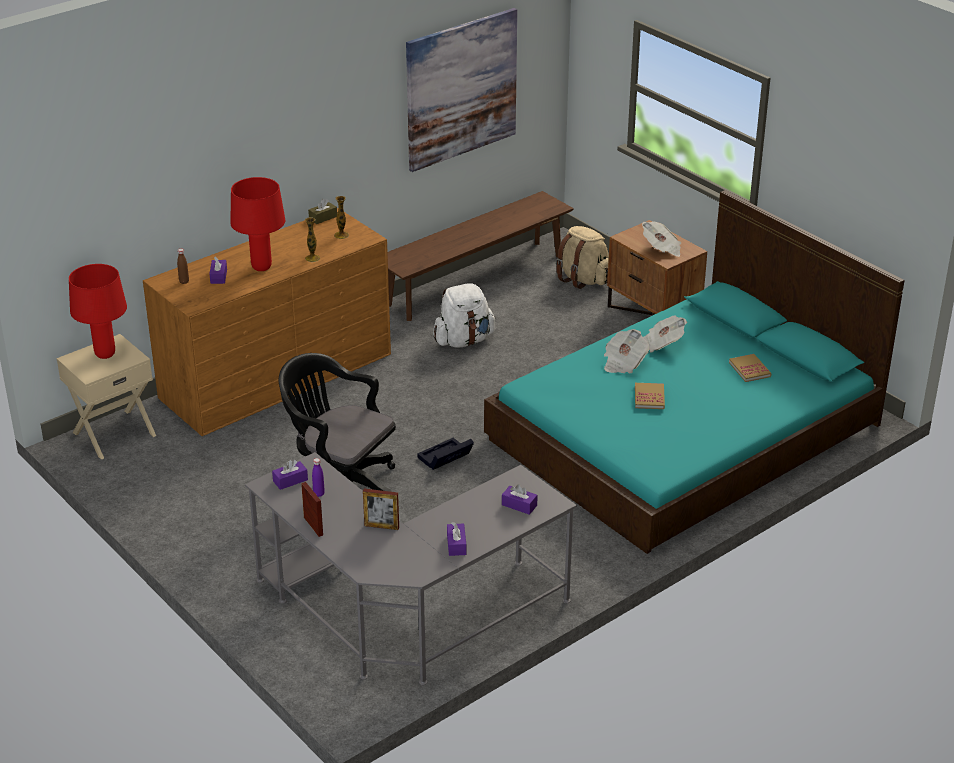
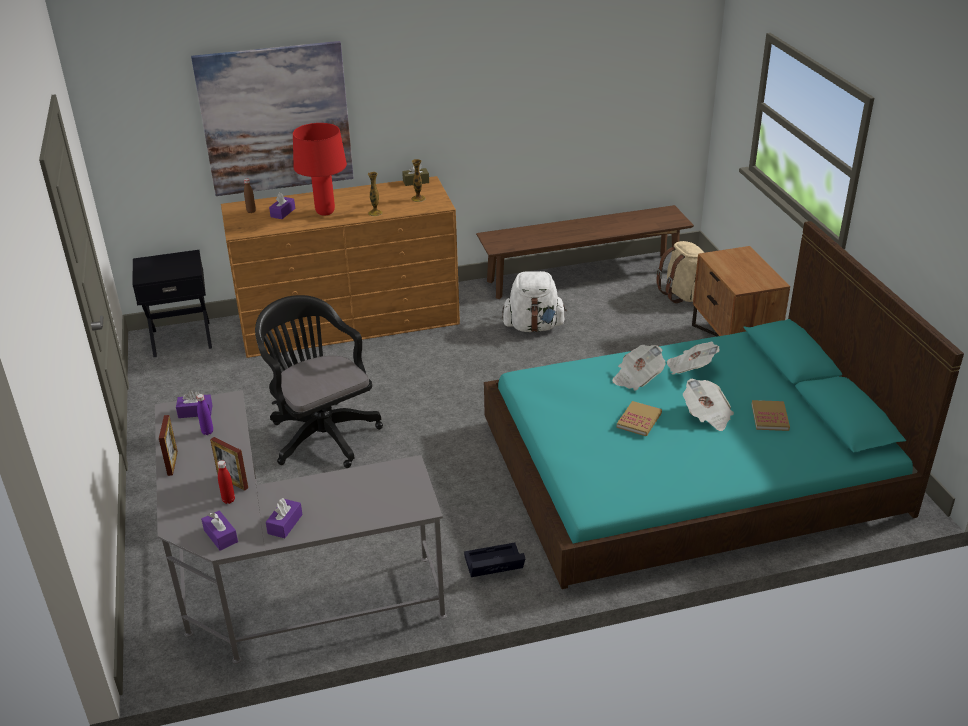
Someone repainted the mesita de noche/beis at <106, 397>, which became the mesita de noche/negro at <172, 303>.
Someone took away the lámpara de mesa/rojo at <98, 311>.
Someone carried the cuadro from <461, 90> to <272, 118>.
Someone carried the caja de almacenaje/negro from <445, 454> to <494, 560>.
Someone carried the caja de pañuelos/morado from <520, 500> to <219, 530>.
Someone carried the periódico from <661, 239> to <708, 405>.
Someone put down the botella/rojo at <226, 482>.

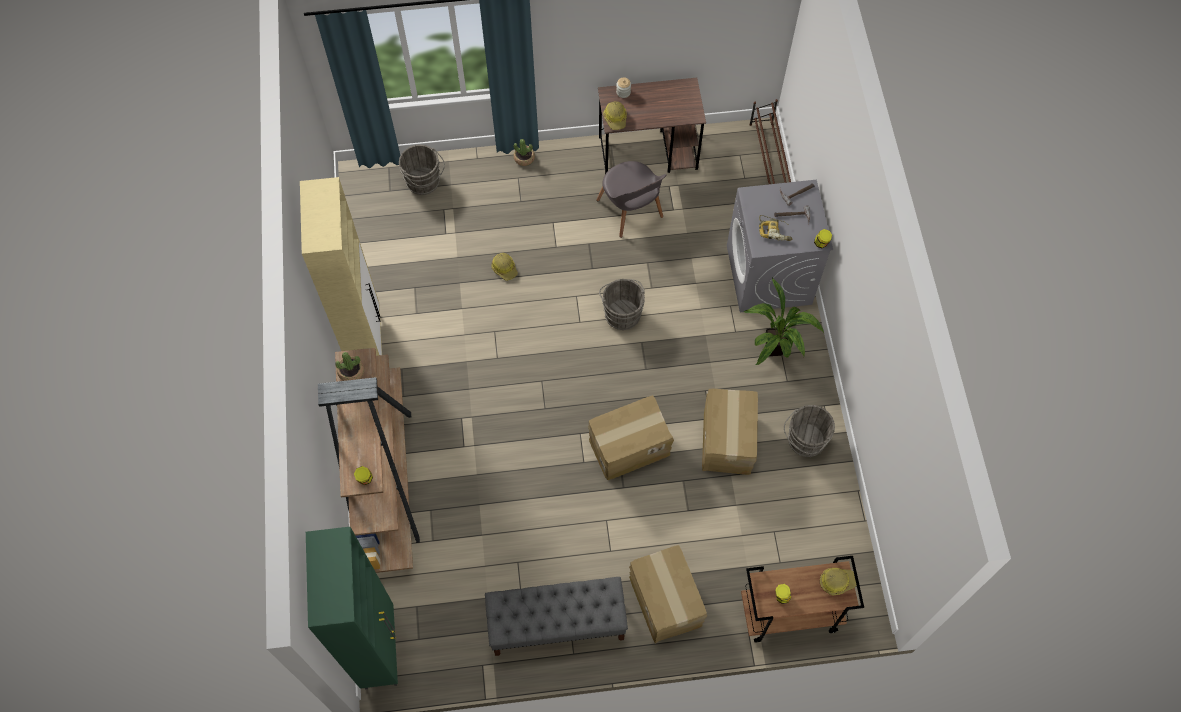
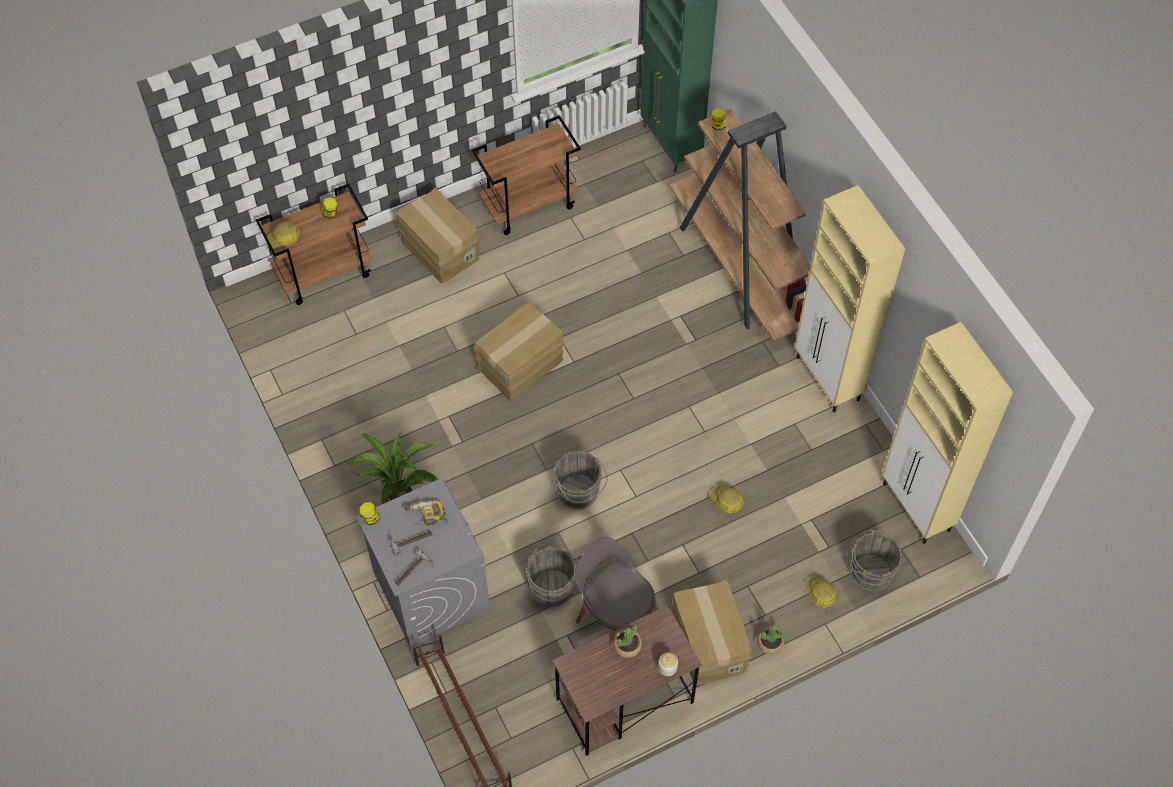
Someone carried the planta en maceta from <349, 366> to <627, 641>.
Someone swapped the banco/gris at <556, 616> for the carrito/marrón at <526, 175>.
Someone carried the casco from <615, 115> to <821, 591>.
Someone carried the caja de cartón from <730, 432> to <712, 632>.
Someone carried the cubo/gris from <809, 431> to <552, 576>.
Someone put down the armario/beis at <947, 433>.

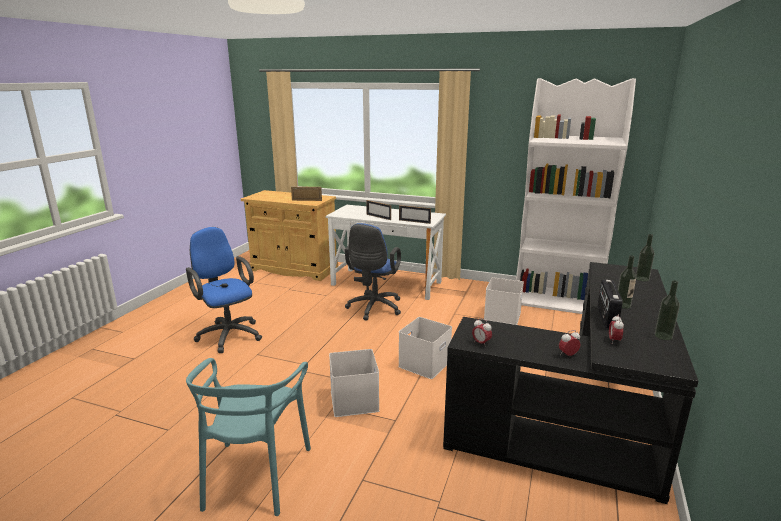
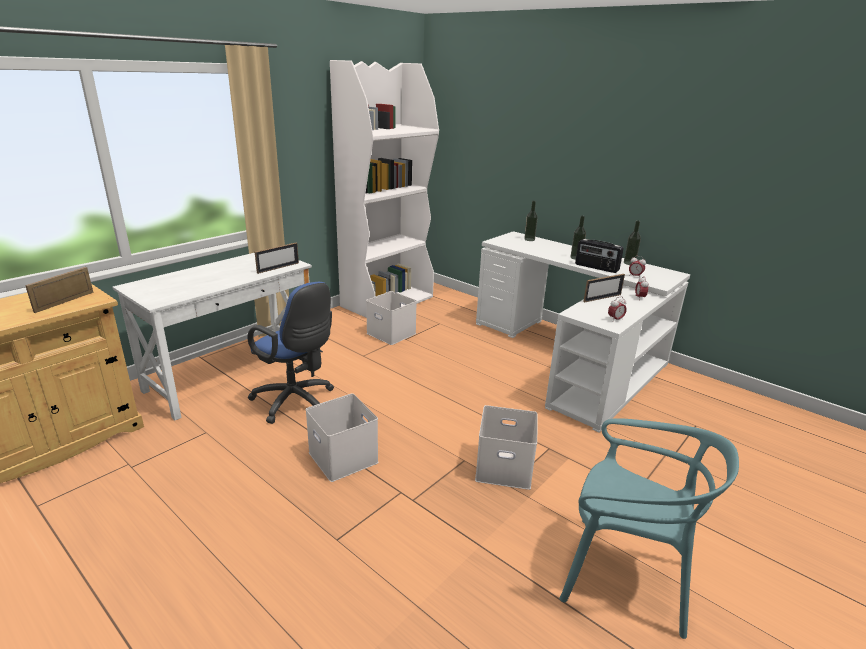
Someone took away the silla de oficina/azul at <224, 290>.
Someone carried the portarretratos from <378, 210> to <604, 288>.
Someone carried the caja de almacenaje/blanco from <425, 348> to <342, 438>.
Someone repainted the escritorio/negro at <571, 383>, which became the escritorio/blanco at <583, 331>.

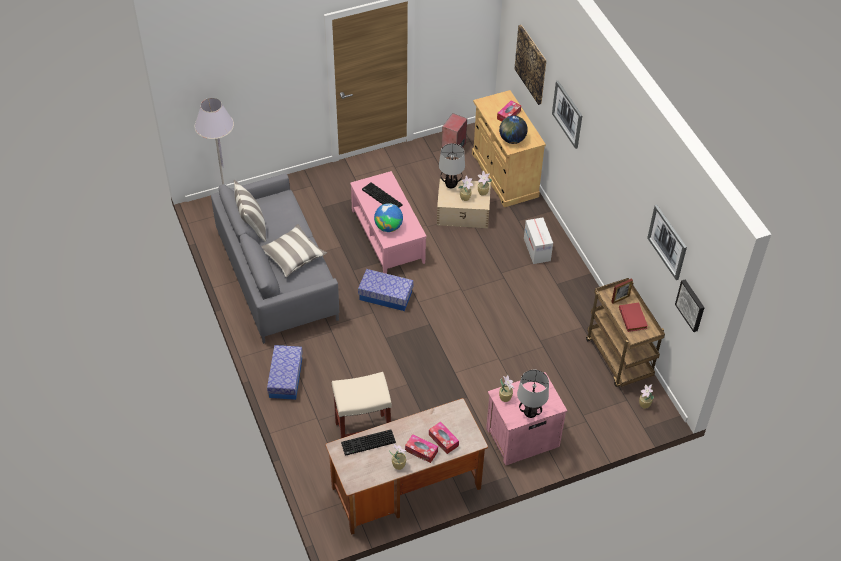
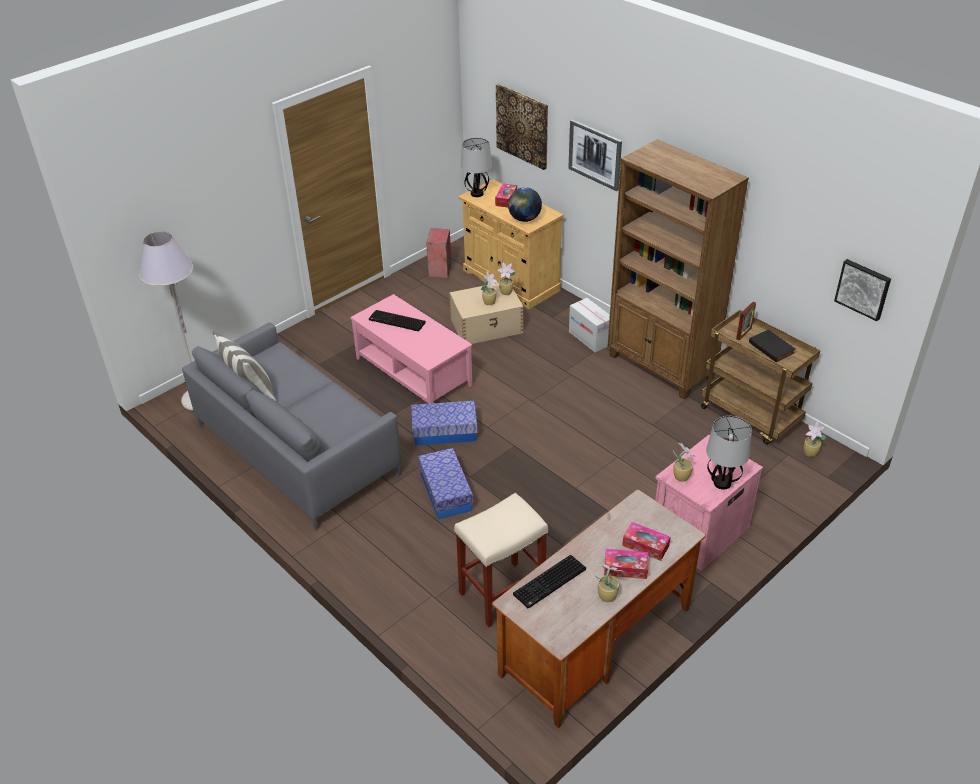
Someone took away the cojín at <294, 250>.
Someone carried the caja de almacenaje from <285, 372> to <445, 484>.
Someone took away the globo terráqueo at <388, 217>.
Someone carried the lámpara de mesa from <452, 165> to <476, 167>.
Someone repainted the libro/rojo at <633, 317>, which became the libro/negro at <772, 345>.
Someone took away the cuadro at <667, 242>.
Someone put down the estantería/marrón at <678, 269>.

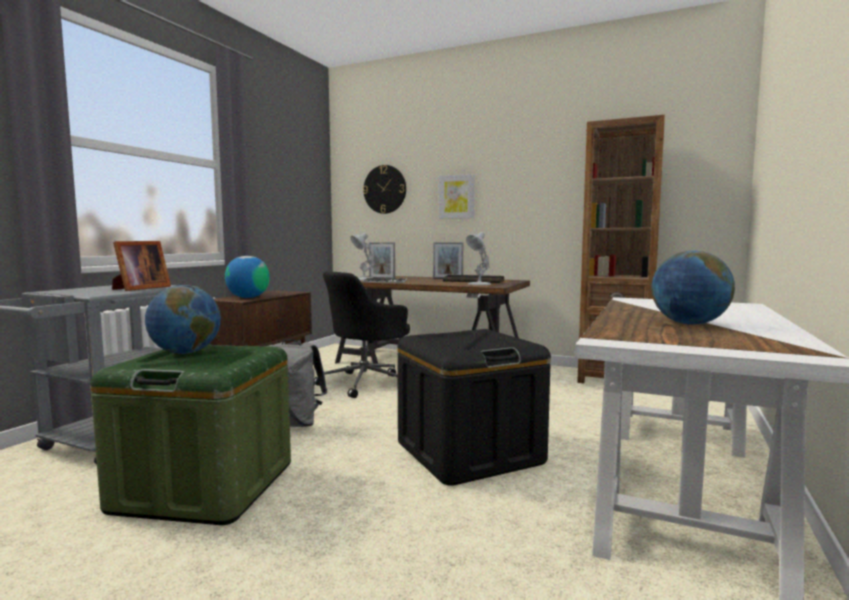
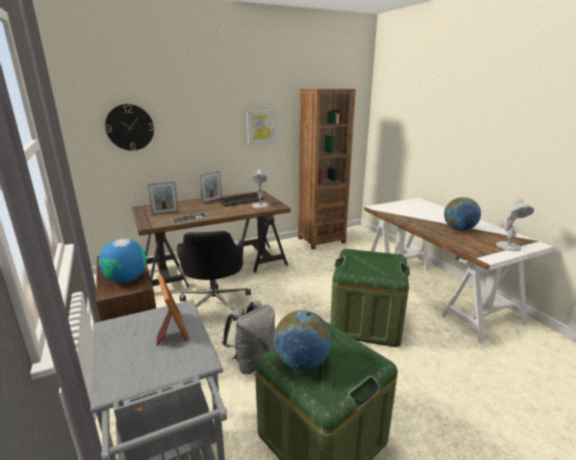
Someone carried the lámpara de mesa/blanco from <362, 256> to <515, 225>.
Someone repainted the caja de almacenaje/negro at <474, 407>, which became the caja de almacenaje/verde at <370, 298>.
Someone carried the cuadro from <457, 196> to <261, 127>.

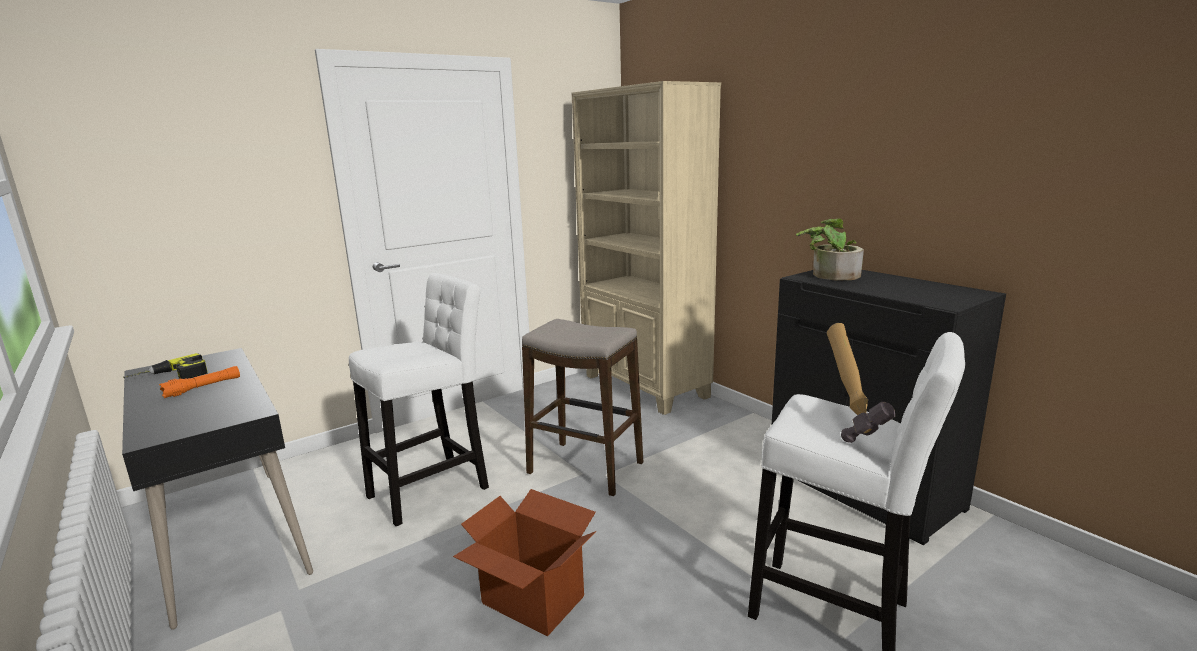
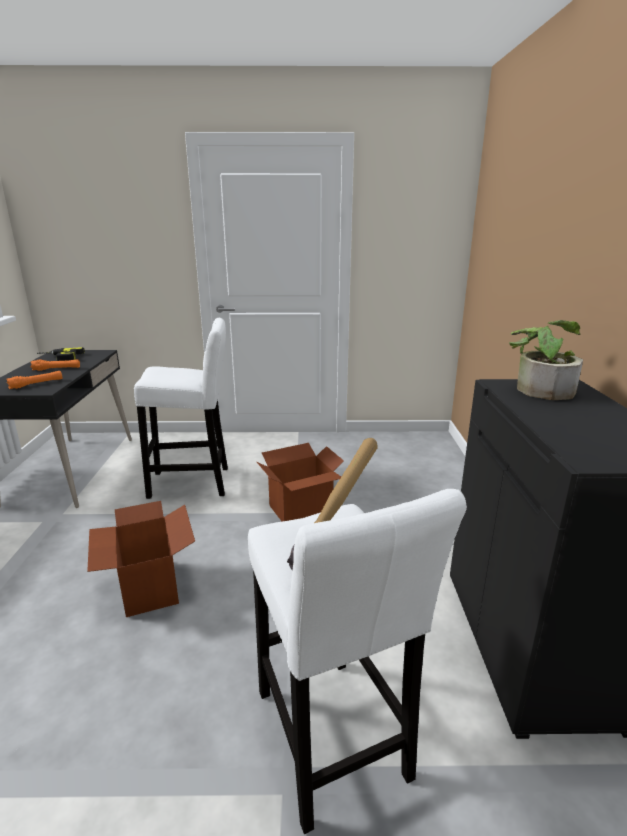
Someone swapped the taburete at <582, 407> for the caja de cartón at <300, 482>.
Someone took away the estantería/beis at <646, 248>.
Someone put down the linterna/naranja at <34, 380>.

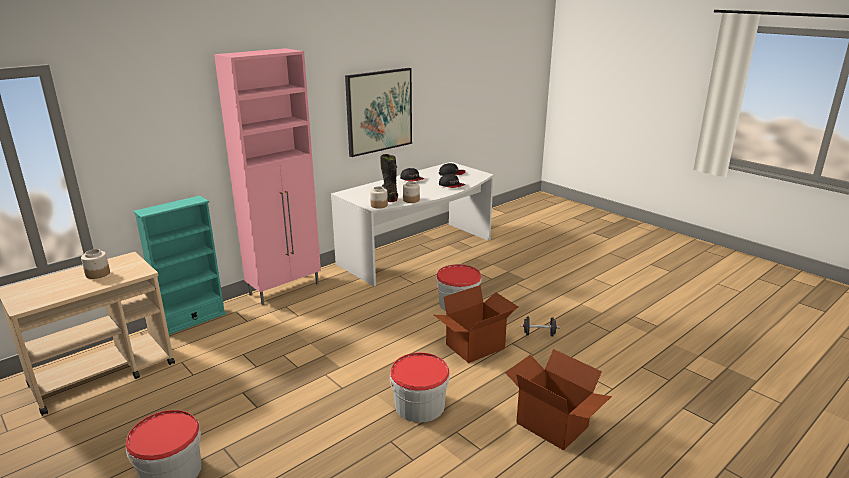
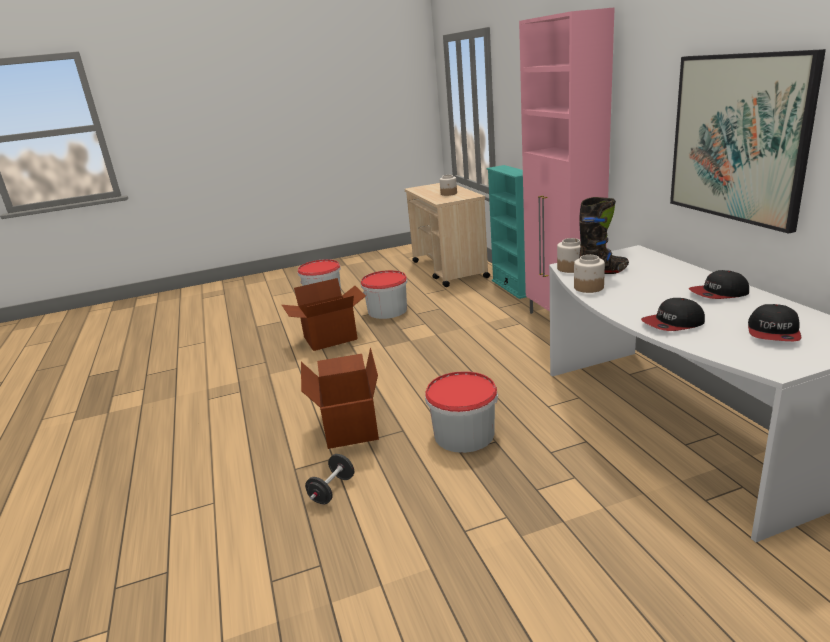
Someone carried the cubo from <420, 387> to <384, 294>.
Someone carried the caja de cartón from <558, 400> to <324, 314>.

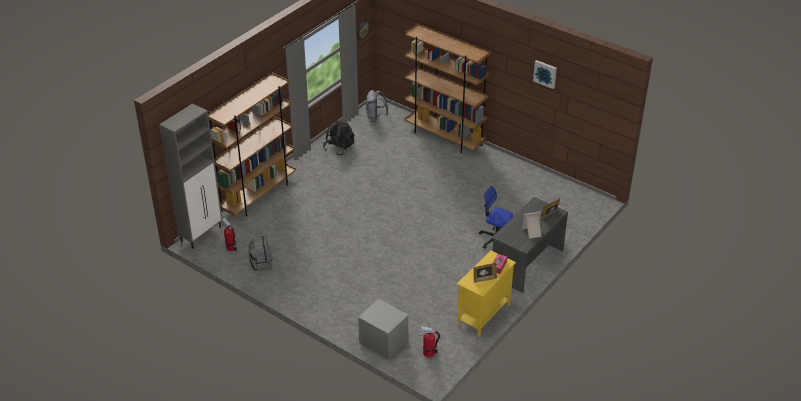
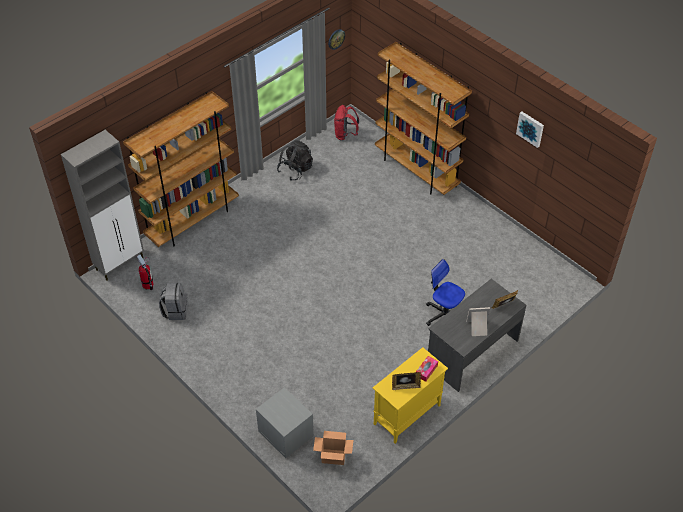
Someone repainted the mochila/gris at <377, 106>, which became the mochila/rojo at <346, 123>.
Someone swapped the extintor at <429, 340> for the caja de cartón at <333, 448>.

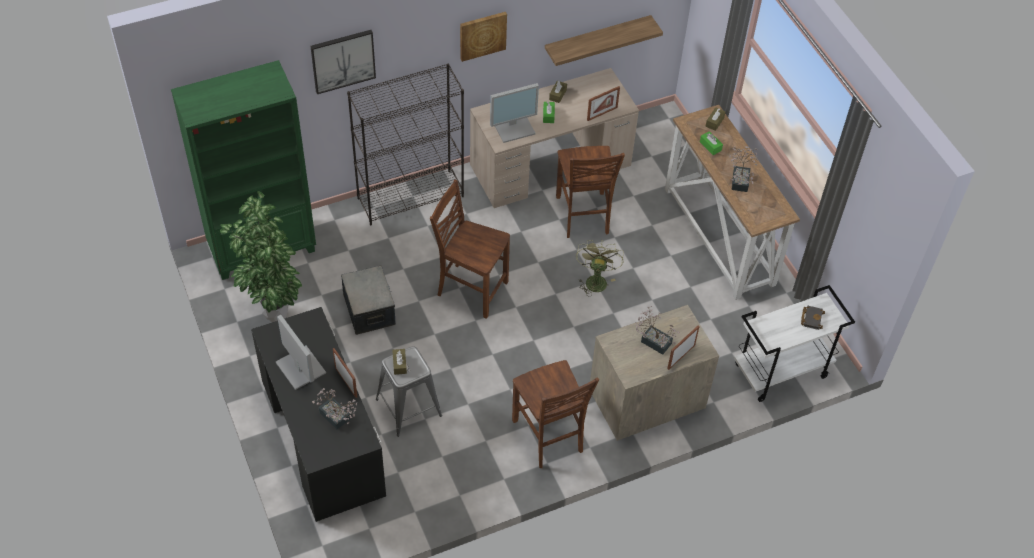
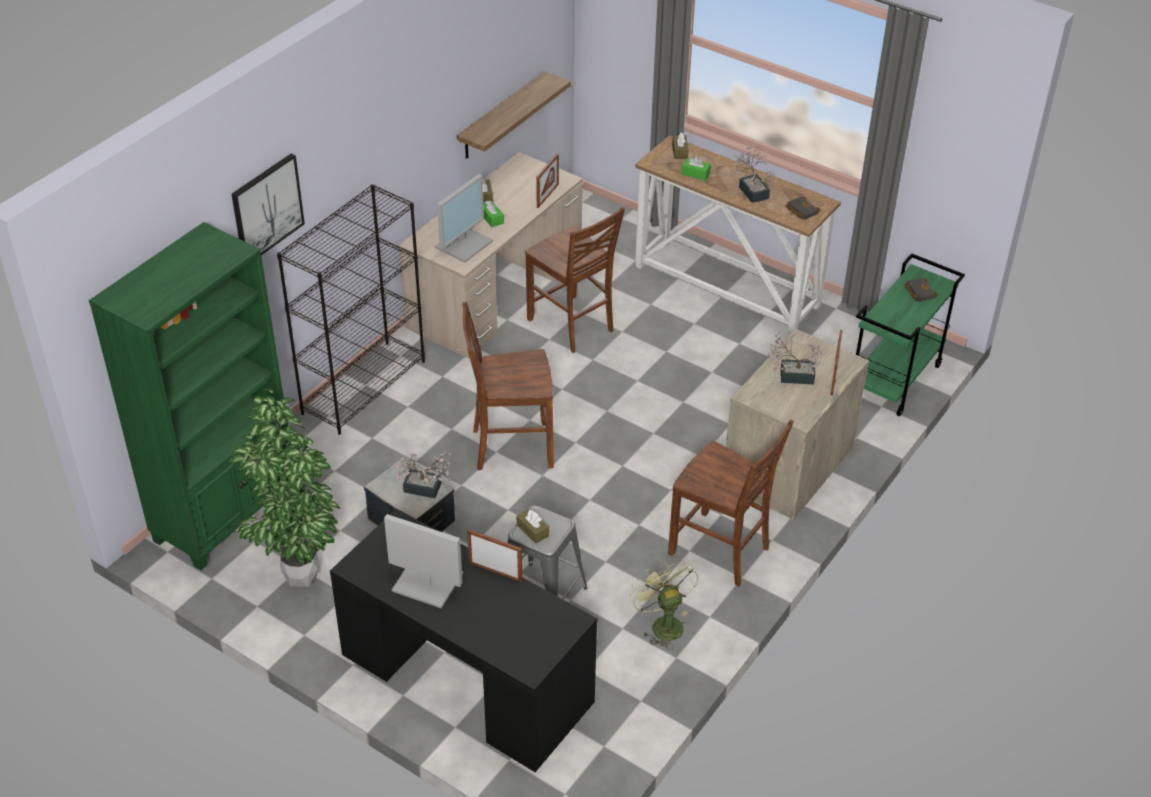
Someone carried the planta en maceta from <335, 408> to <423, 474>.
Someone took away the cuadro at <483, 37>.
Someone carried the ventilador/verde from <599, 268> to <664, 604>.
Someone repainted the carrito/blanco at <794, 343>, which became the carrito/verde at <910, 334>.
Someone put down the libro/negro at <802, 208>.

